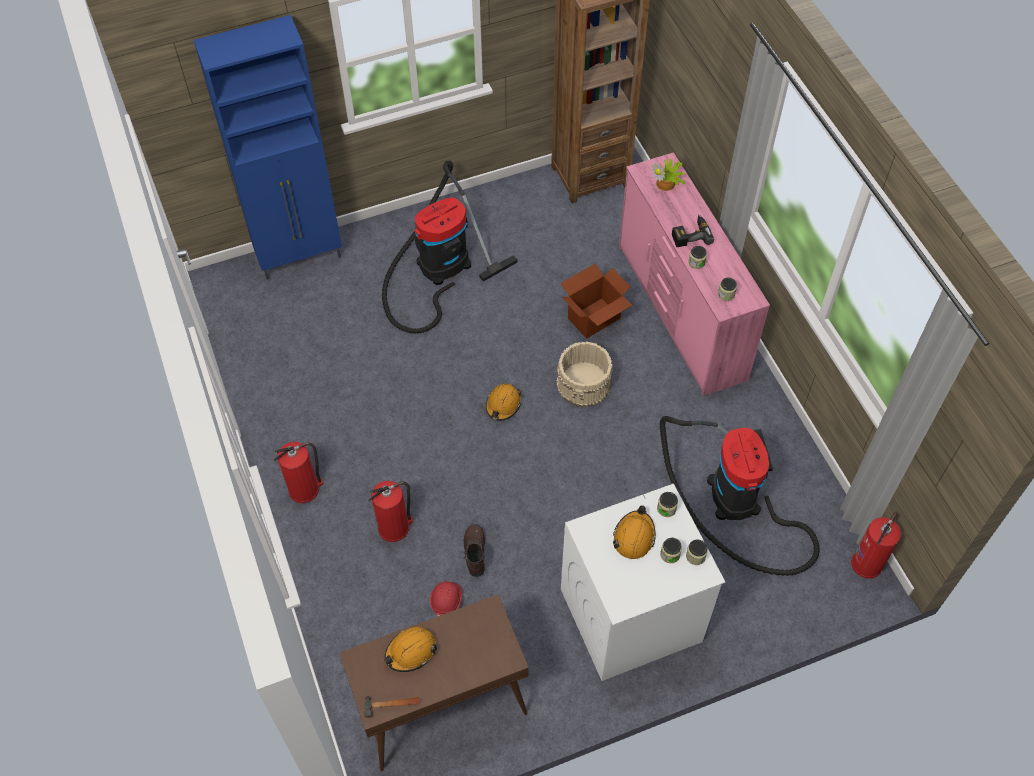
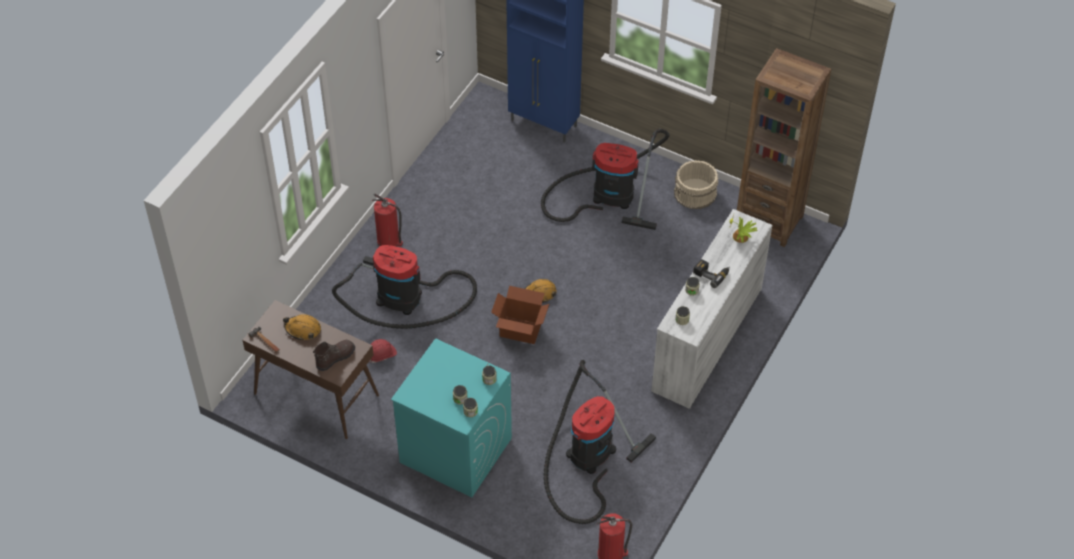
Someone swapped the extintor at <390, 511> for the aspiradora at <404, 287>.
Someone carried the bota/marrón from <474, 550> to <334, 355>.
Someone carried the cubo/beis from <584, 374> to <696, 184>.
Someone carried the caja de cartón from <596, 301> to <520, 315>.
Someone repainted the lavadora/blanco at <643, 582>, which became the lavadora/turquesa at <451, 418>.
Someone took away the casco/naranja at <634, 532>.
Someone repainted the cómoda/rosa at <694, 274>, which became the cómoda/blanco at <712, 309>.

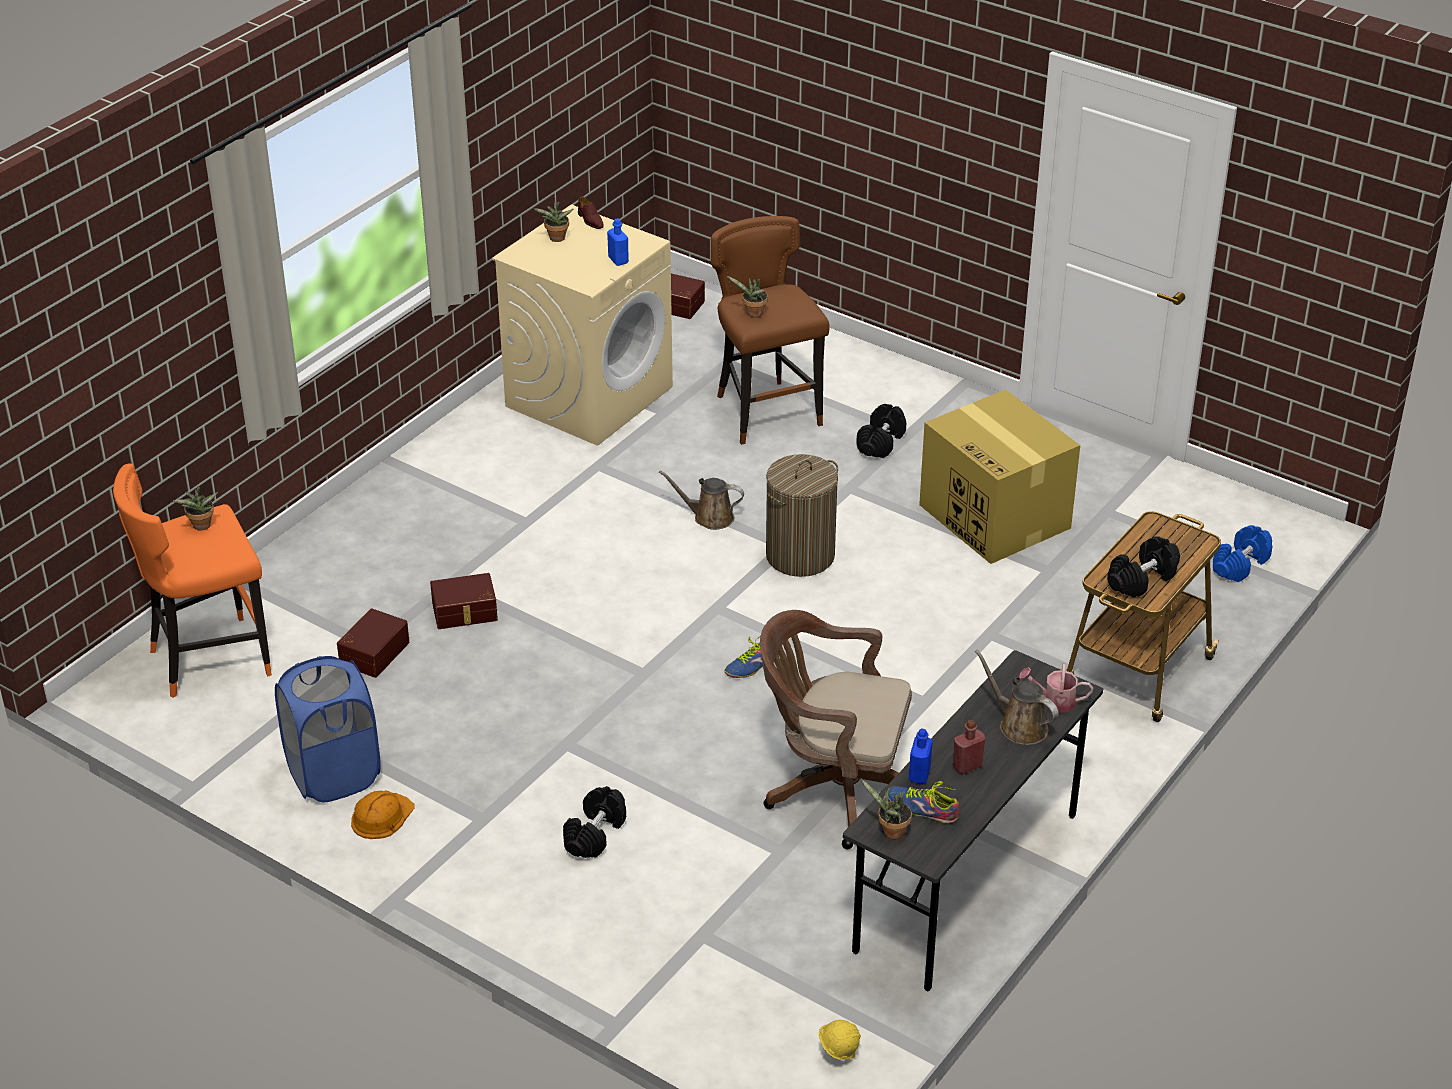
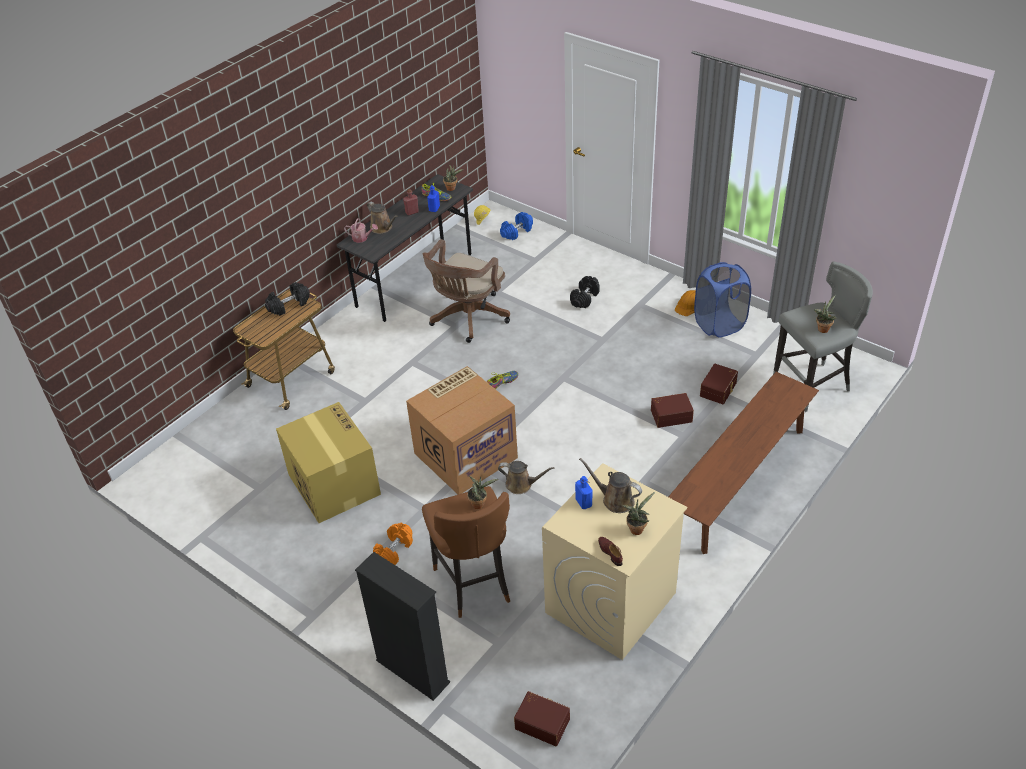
Someone repainted the taburete/naranja at <192, 580>, which became the taburete/gris at <823, 336>.
Someone rotated the silla de oficina/marrón at <836, 729> by 105 degrees clockwise.
Someone swapped the cesto de la ropa at <802, 515> for the caja de cartón at <462, 430>.
Someone repainted the mancuerna/negro at <881, 431>, which became the mancuerna/naranja at <393, 543>.
Someone carried the mancuerna/azul from <1242, 553> to <516, 226>.
Someone put down the estantería/negro at <402, 626>.
Someone put down the regadera/marrón at <610, 485>.
Someone put down the banco/marrón at <743, 463>.

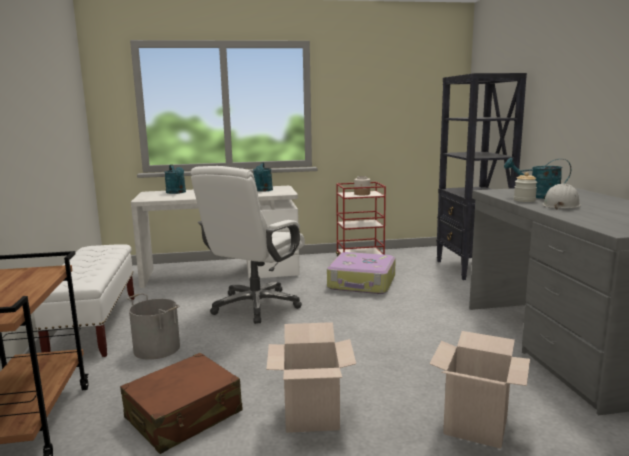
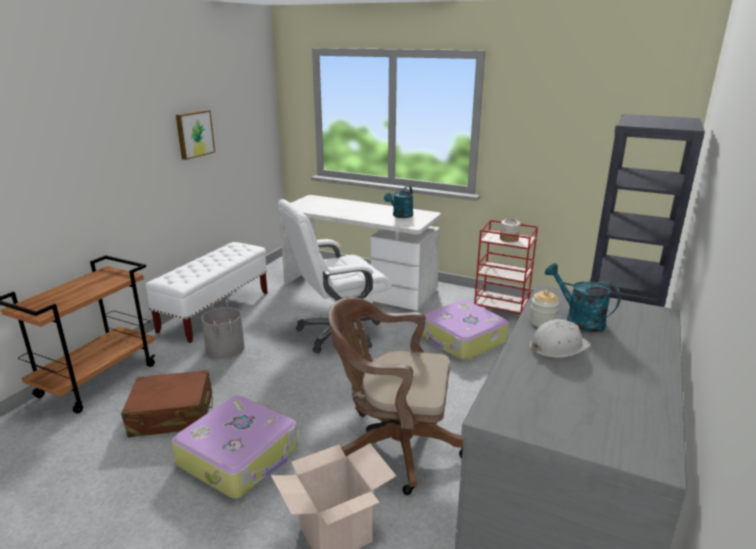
Someone took away the regadera/turquesa at <175, 179>.
Someone swapped the caja de cartón at <311, 377> for the maleta at <235, 447>.
Someone put up the cuadro at <195, 135>.
Someone put down the silla de oficina/marrón at <396, 396>.

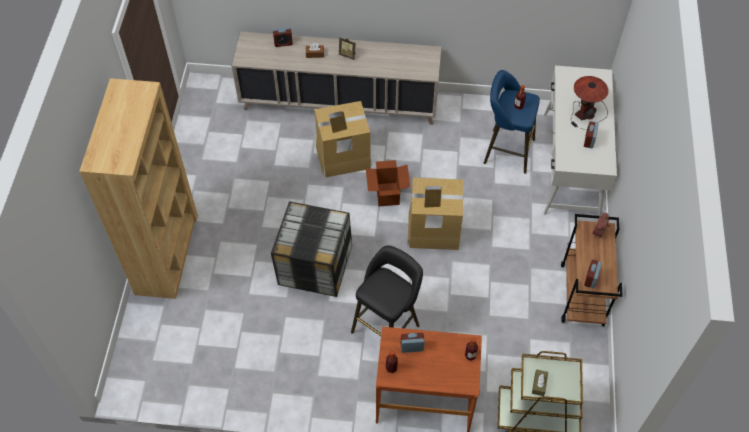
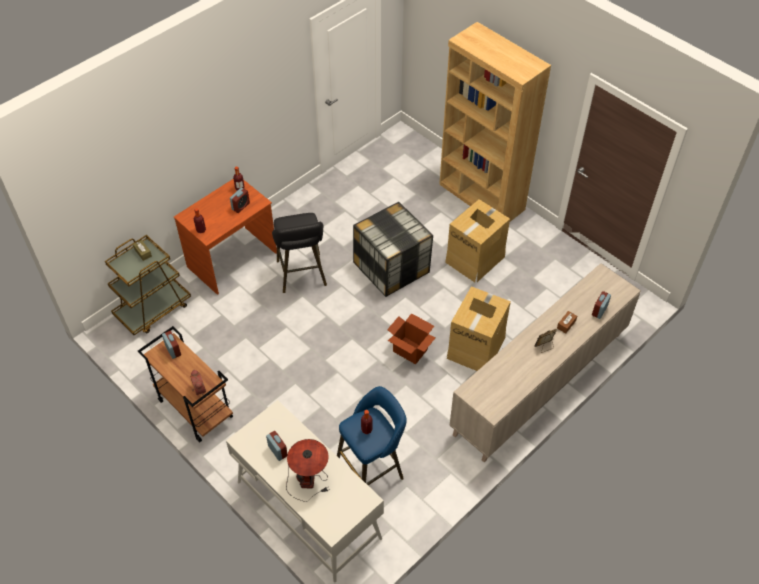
Someone carried the caja de cartón from <435, 214> to <477, 240>.

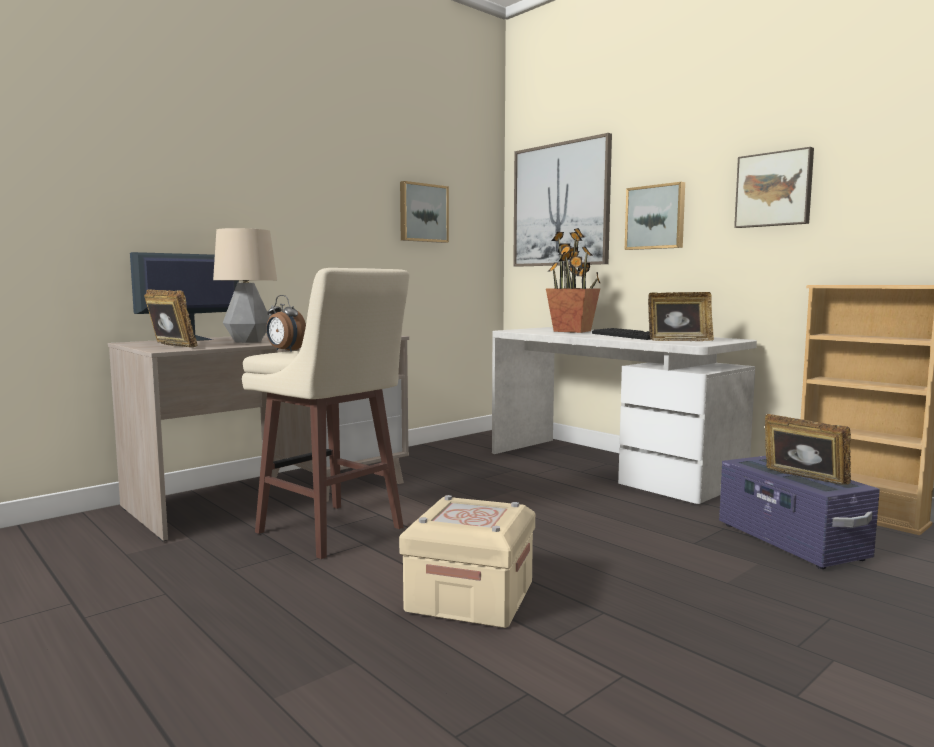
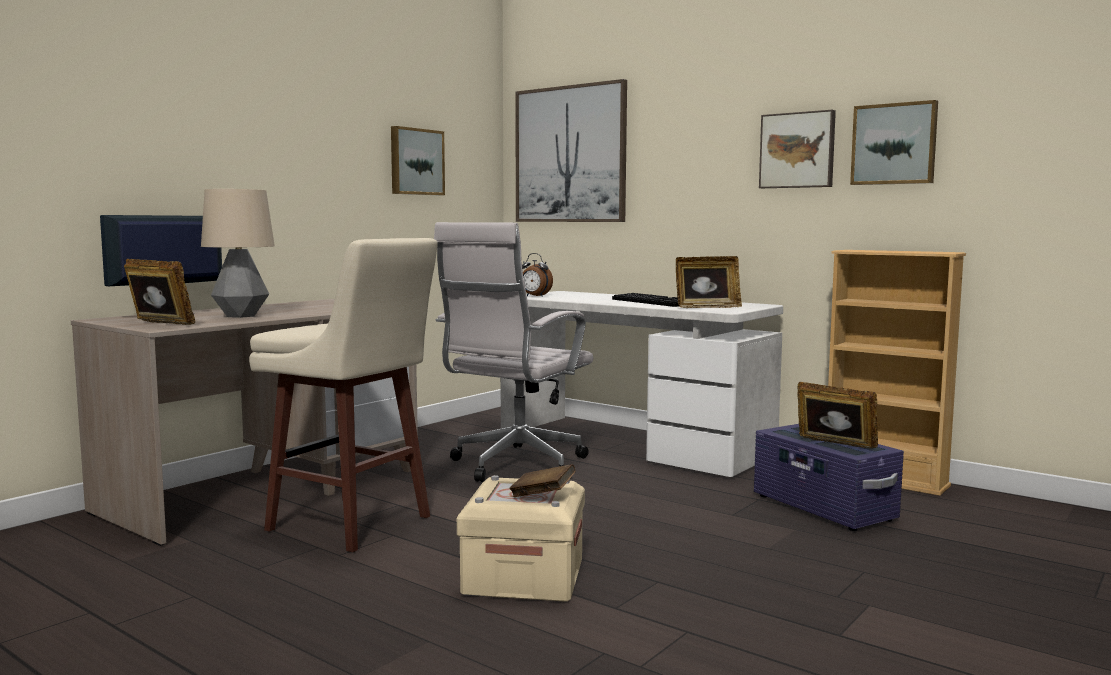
Someone carried the despertador from <286, 323> to <537, 275>.
Someone took away the planta en maceta at <573, 280>.
Someone carried the cuadro from <655, 216> to <894, 142>.
Someone put down the silla de oficina/blanco at <513, 352>.
Someone put down the libro/marrón at <542, 480>.

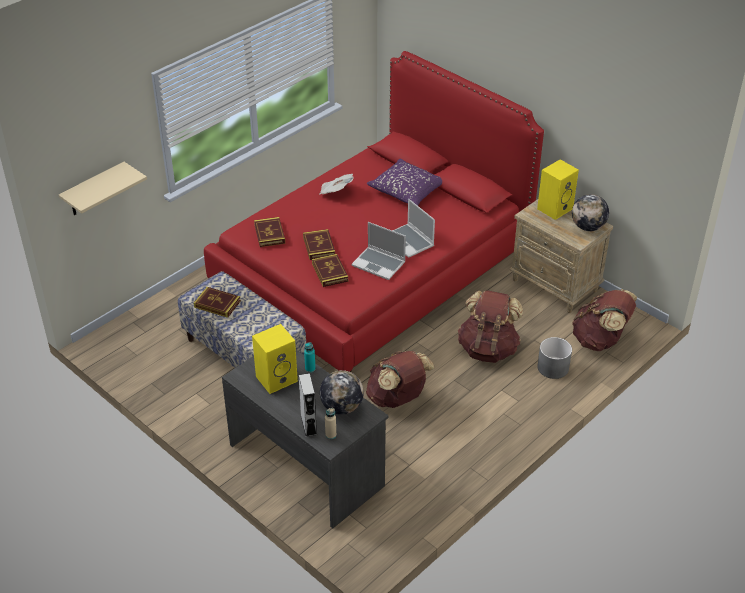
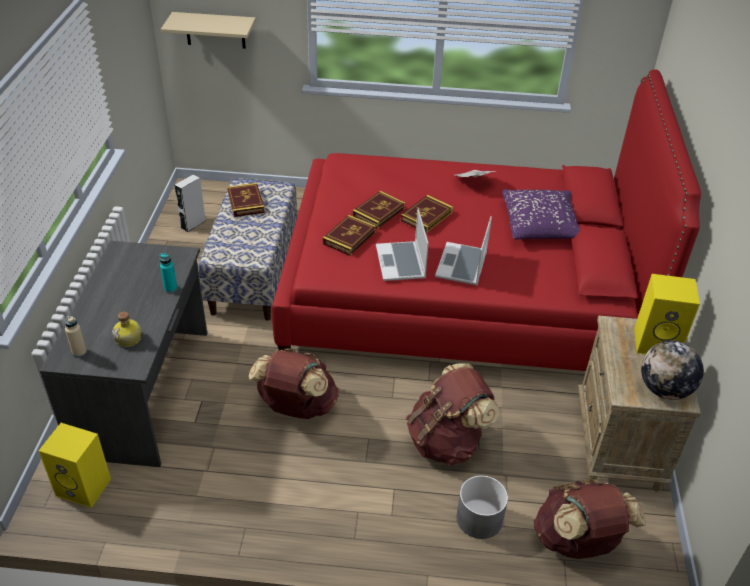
Someone carried the altavoz/amarillo from <275, 359> to <75, 465>.
Someone carried the libro from <269, 232> to <427, 214>.
Someone carried the altavoz/gris from <308, 405> to <190, 203>.
Someone swapped the globo terráqueo at <342, 392> for the botella at <126, 329>.

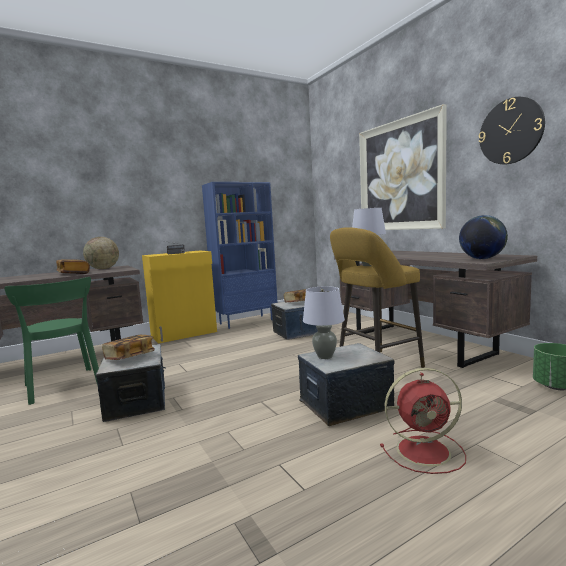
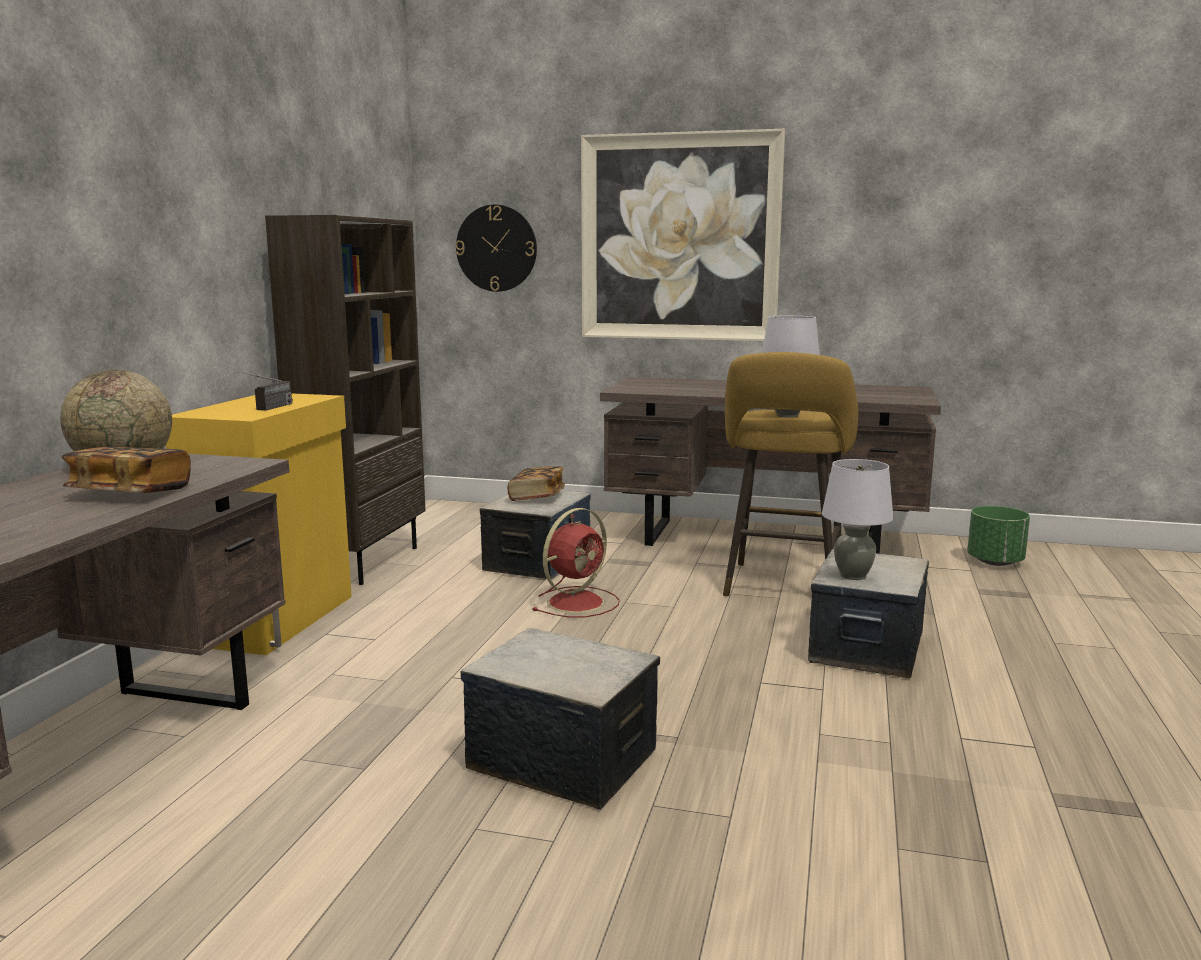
Someone took away the silla/verde at <51, 341>.
Someone took away the libro at <128, 347>.
Someone repainted the estantería/azul at <239, 255>, which became the estantería/marrón at <345, 400>.
Someone carried the ventilador/rojo from <423, 421> to <576, 563>.
Someone took away the globo terráqueo at <483, 237>.
Someone carried the reloj de pared from <512, 130> to <496, 248>.

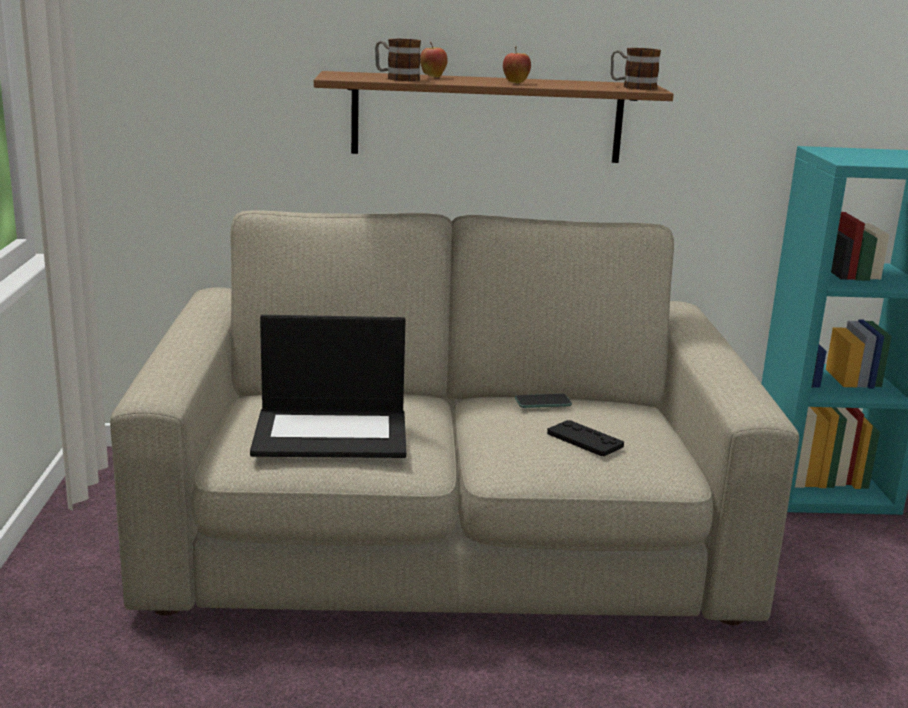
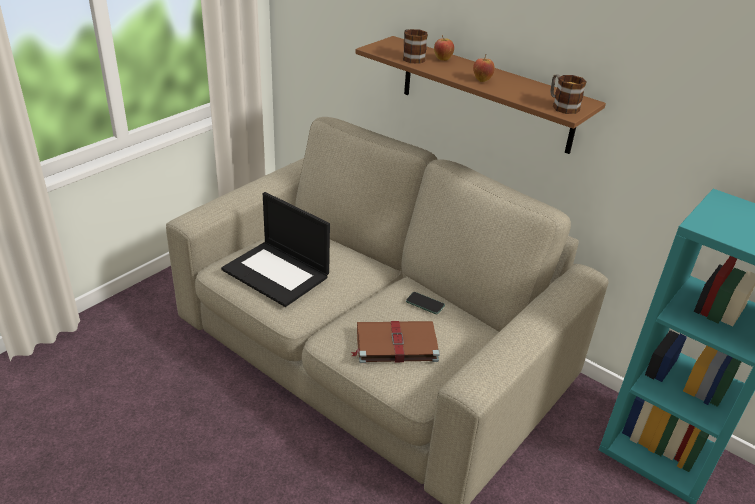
Someone swapped the mando de consola/negro at <585, 438> for the libro/marrón at <395, 342>.

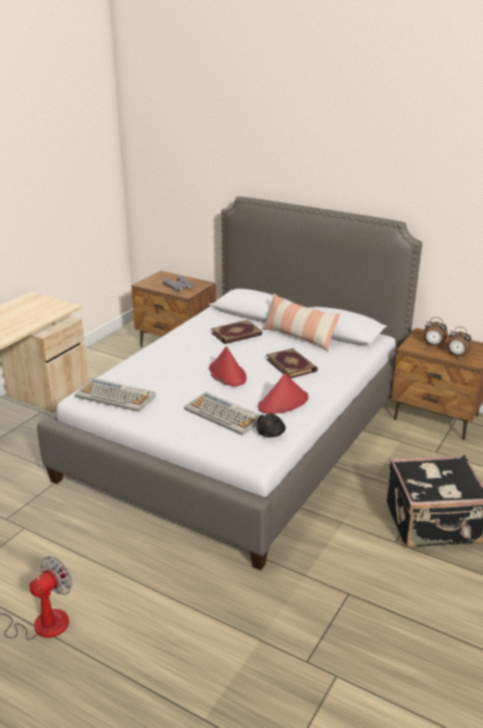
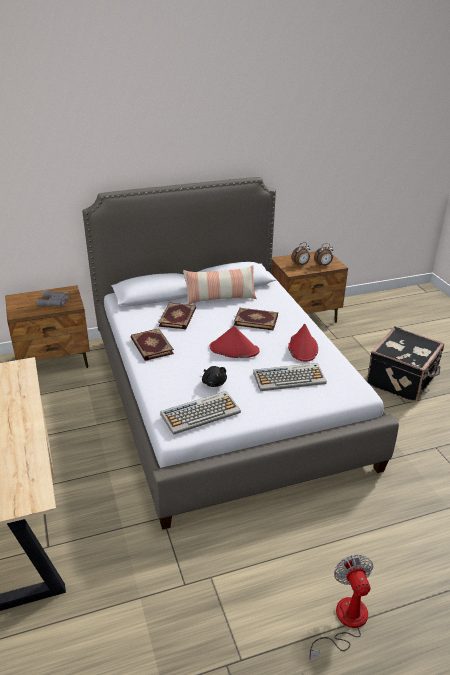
Someone carried the peluche/negro from <271, 425> to <214, 376>.
Someone put down the libro at <152, 344>.

